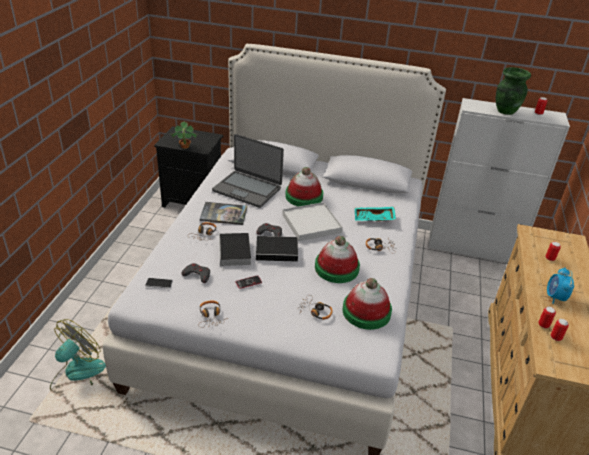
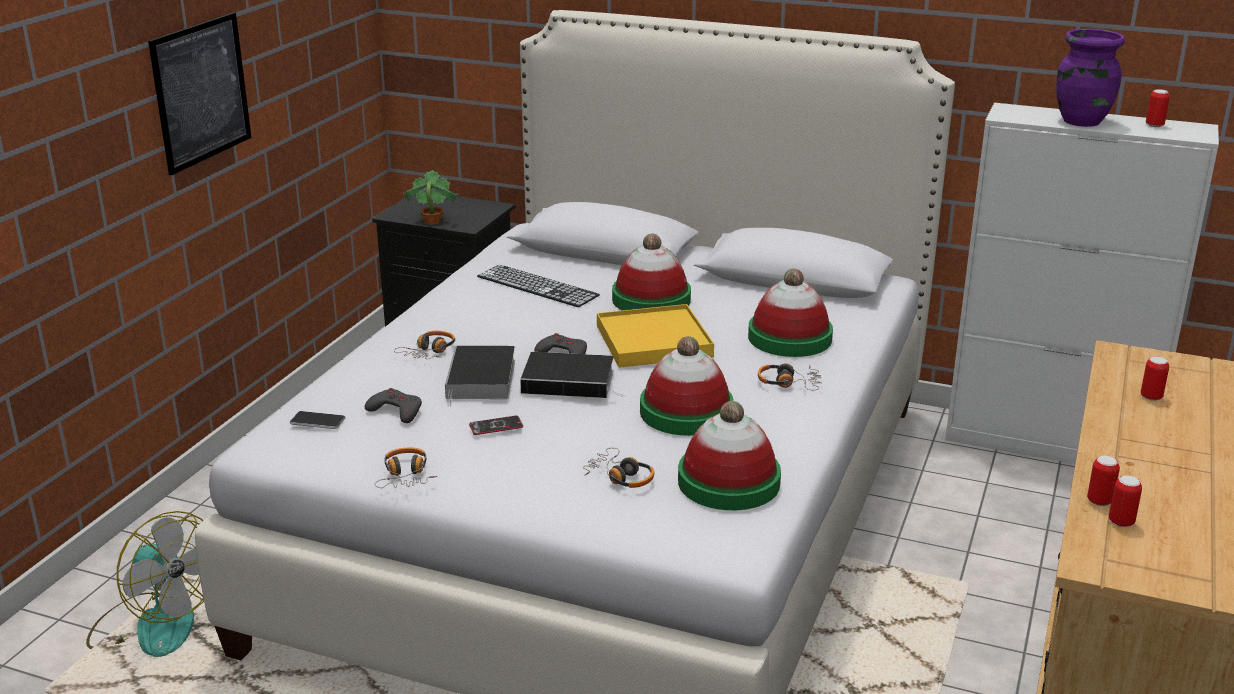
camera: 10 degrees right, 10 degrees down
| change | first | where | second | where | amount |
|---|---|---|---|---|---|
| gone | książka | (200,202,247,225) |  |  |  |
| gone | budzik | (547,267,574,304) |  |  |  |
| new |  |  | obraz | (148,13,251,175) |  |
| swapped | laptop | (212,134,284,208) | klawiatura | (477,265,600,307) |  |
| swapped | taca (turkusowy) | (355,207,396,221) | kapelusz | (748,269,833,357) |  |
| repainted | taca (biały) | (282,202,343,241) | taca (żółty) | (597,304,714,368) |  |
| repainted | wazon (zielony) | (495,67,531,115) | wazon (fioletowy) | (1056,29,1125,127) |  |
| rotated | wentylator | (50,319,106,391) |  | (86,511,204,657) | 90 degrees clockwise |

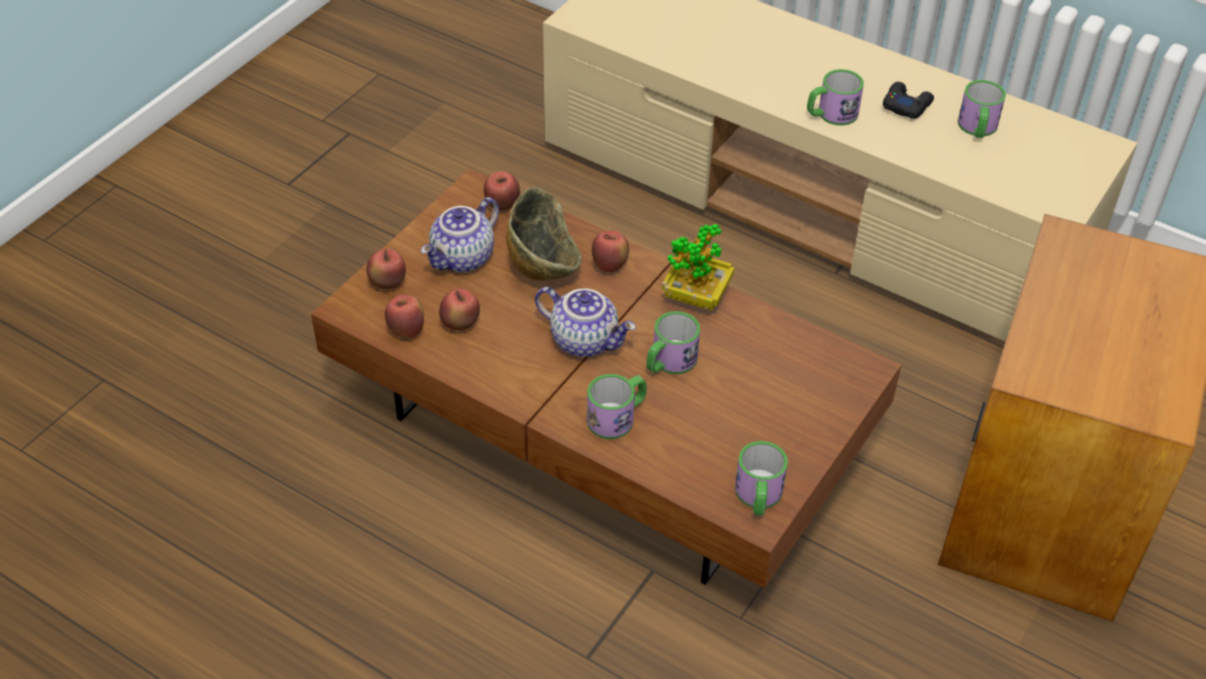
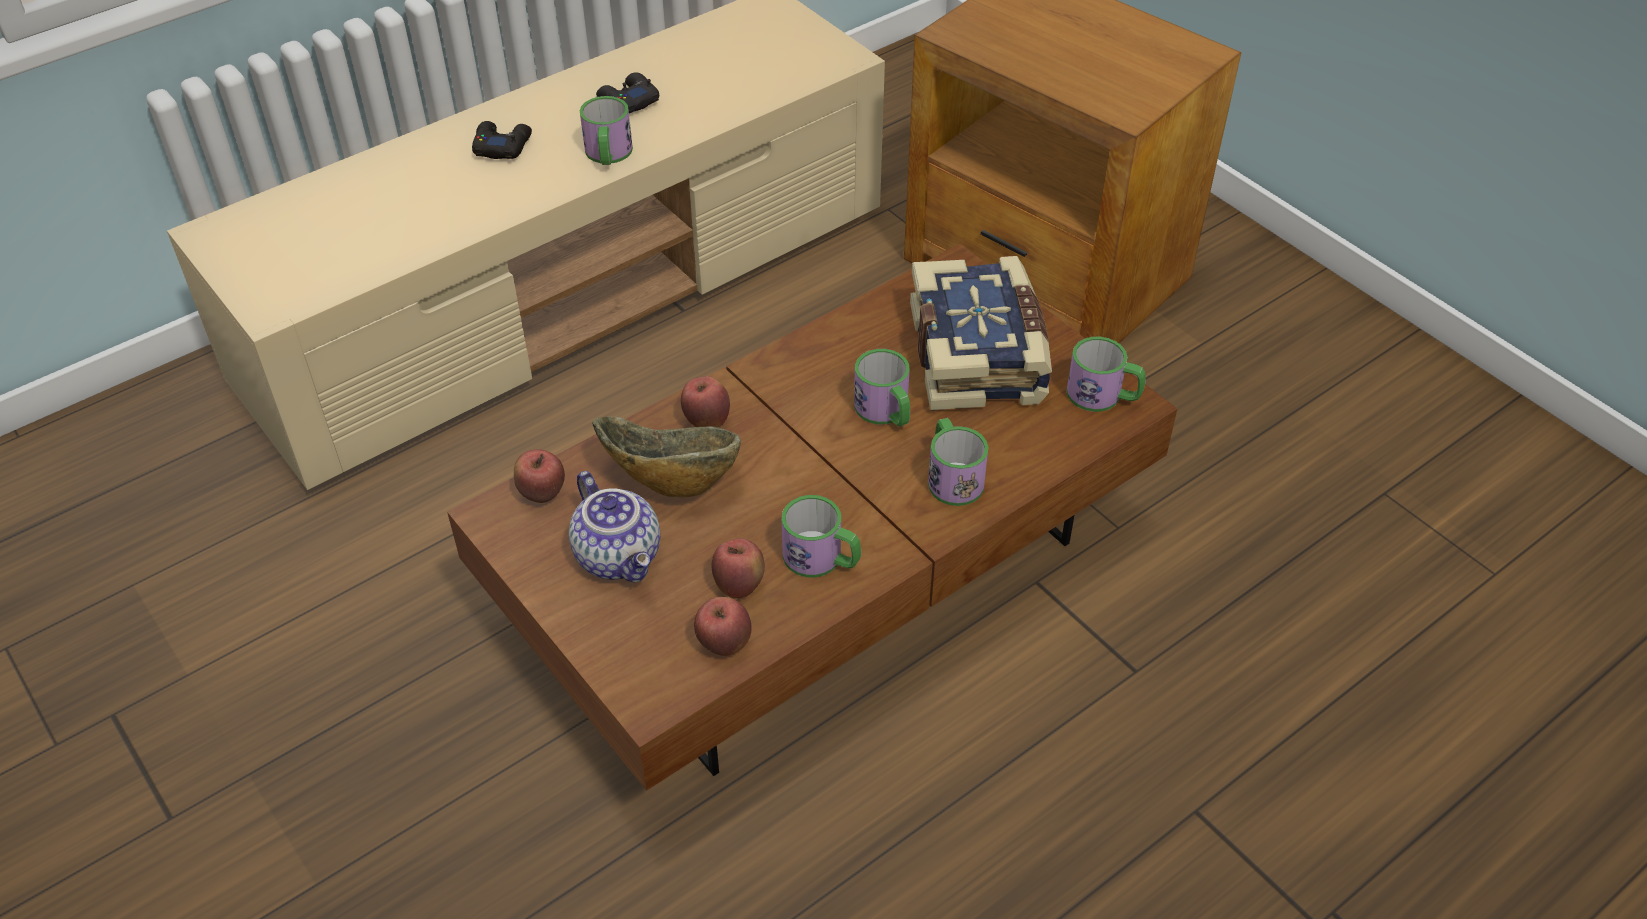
camera: 70 degrees left, 0 degrees up
| change | first | where | second | where | amount |
|---|---|---|---|---|---|
| gone | jabłko | (366,249,406,289) |  |  |  |
| gone | imbryk | (535,287,636,357) |  |  |  |
| gone | roślina doniczkowa | (662,224,734,311) |  |  |  |
| new |  |  | pad do gier (czarny) | (472,121,532,159) |  |
| new |  |  | książka | (910,256,1052,410) |  |
| shifted | kubek | (958,80,1006,138) |  | (782,495,861,578) |  |

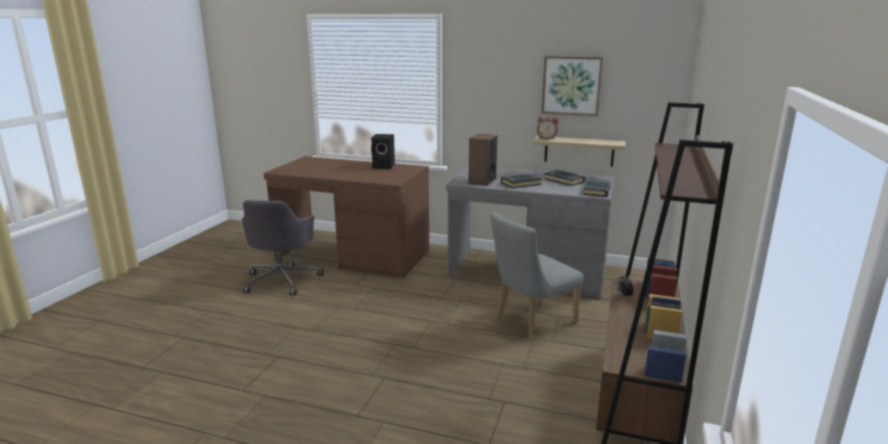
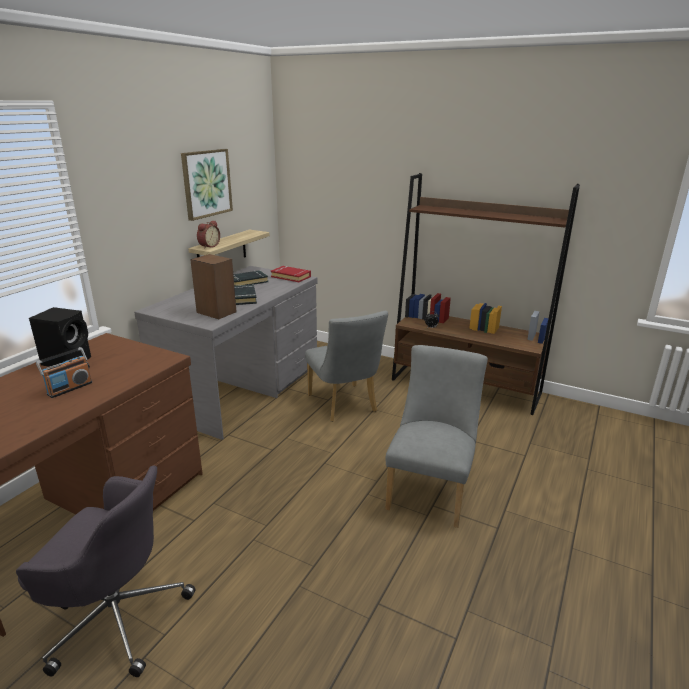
camera: 80 degrees left, 5 degrees up
| change | first | where | second | where | amount |
|---|---|---|---|---|---|
| new |  |  | radio | (36,347,92,398) |  |
| new |  |  | krzesło (szary) | (385,345,488,528) |  |
| repainted | książka (czarny) | (583,179,611,197) | książka (czerwony) | (271,266,311,282) |  |

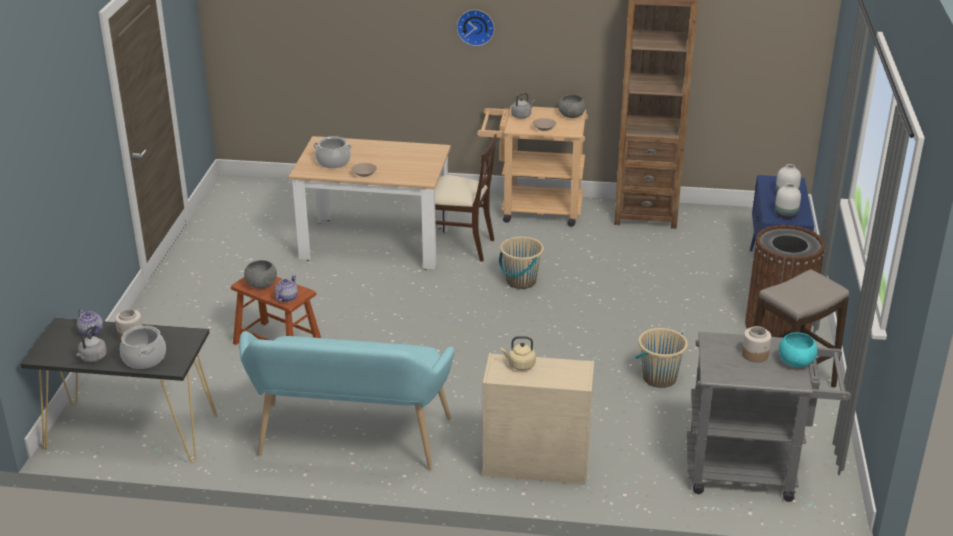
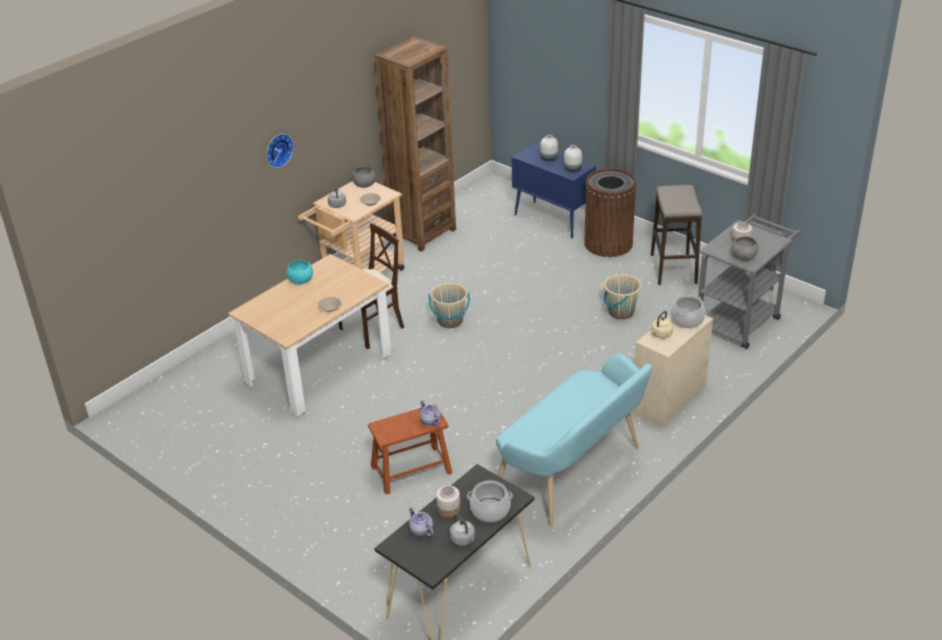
camera: 55 degrees left, 5 degrees up
| change | first | where | second | where | amount |
|---|---|---|---|---|---|
| shifted | miska (szary) | (244,260,277,289) |  | (731,236,759,261) |  |
| shifted | garnek | (313,136,352,168) |  | (671,295,705,328) |  |
| shifted | miska (turkusowy) | (779,332,818,367) |  | (287,260,313,284) |  |
| rotated | imbryk | (77,309,103,337) |  | (408,507,434,537) | 120 degrees counterclockwise |

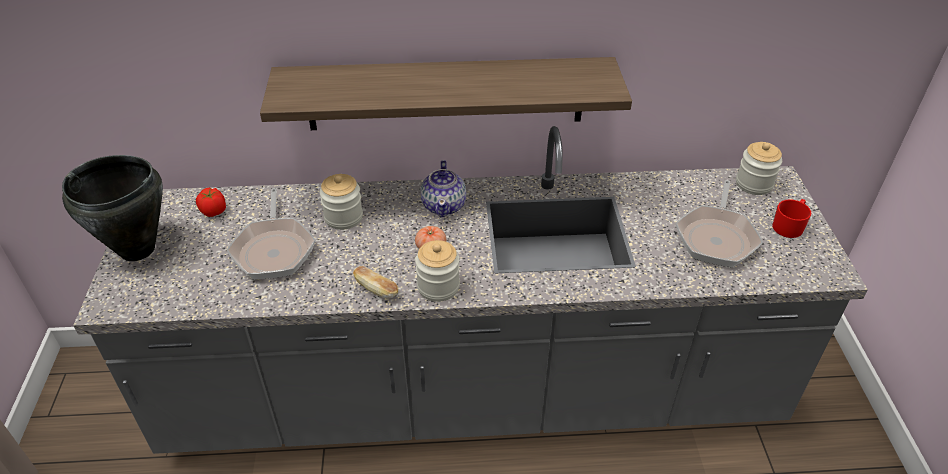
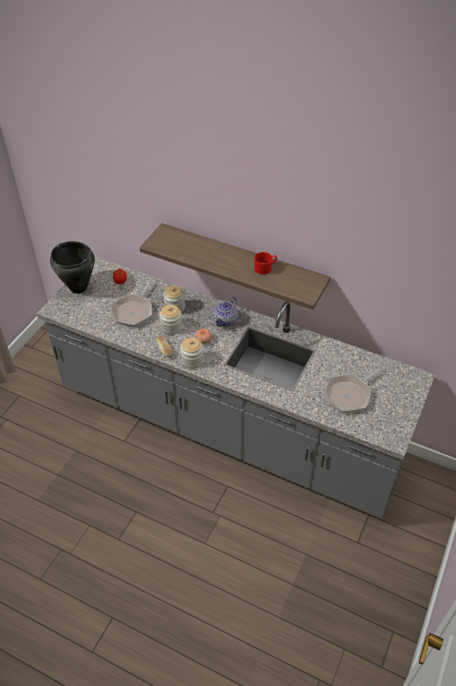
camera: 30 degrees right, 5 degrees up
| change | first | where | second | where | amount |
|---|---|---|---|---|---|
| shifted | słoik | (736,142,782,195) |  | (160,305,182,335) |  |
| shifted | kubek (czerwony) | (772,199,811,238) |  | (254,252,277,275) |  |

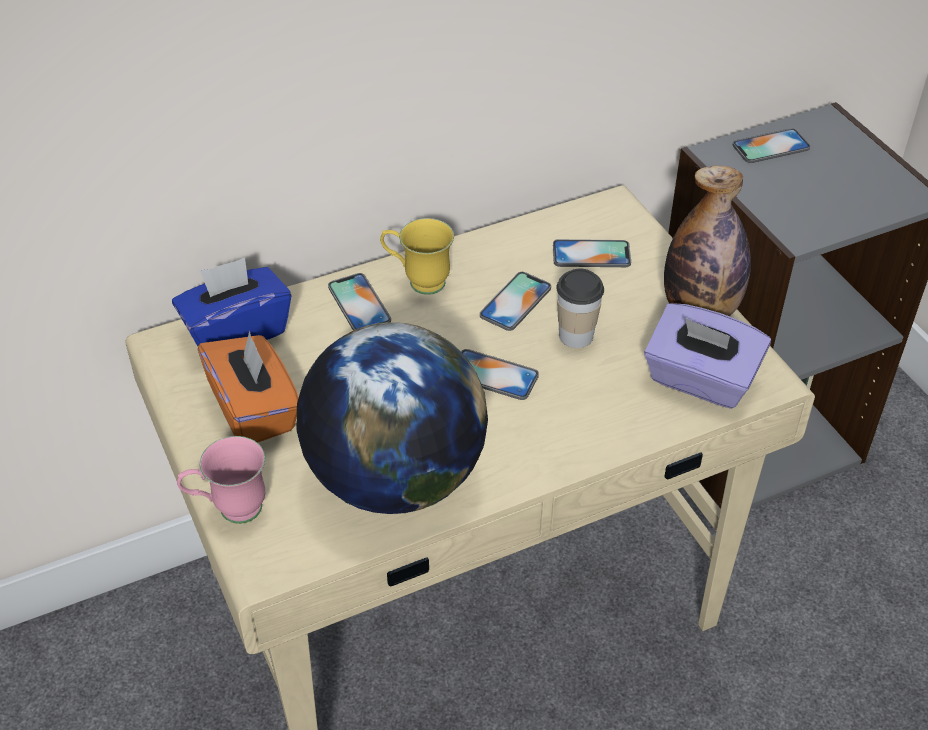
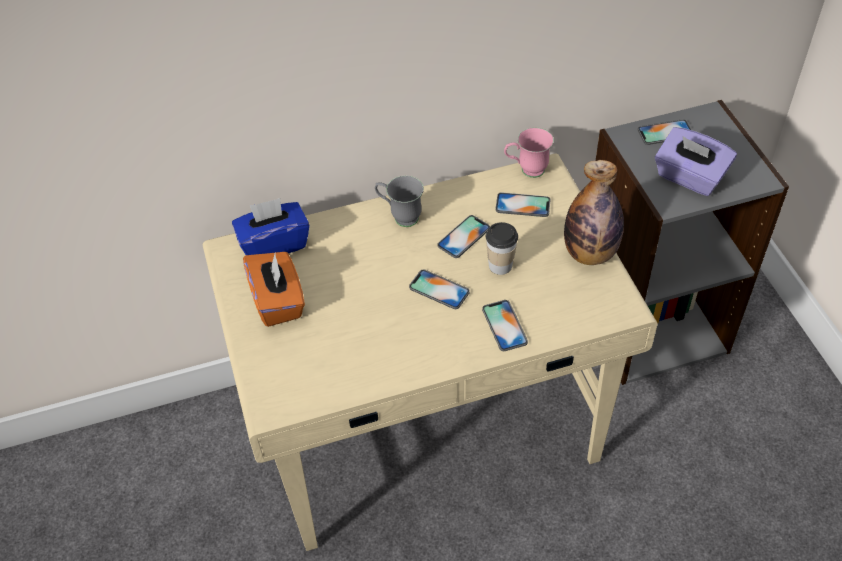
camera: 10 degrees right, 5 degrees up
| change | first | where | second | where | amount |
|---|---|---|---|---|---|
| gone | globus | (297,322,488,514) |  |  |  |
| shifted | kubek (różowy) | (177,436,265,524) |  | (504,128,554,178) |  |
| shifted | telefon | (328,273,391,330) |  | (482,300,528,351) |  |
| shifted | pudełko chusteczek (fioletowy) | (644,303,771,409) |  | (655,127,737,196) |  |
| repainted | kubek (żółty) | (380,218,454,295) | kubek (szary) | (375,176,424,227) |  |

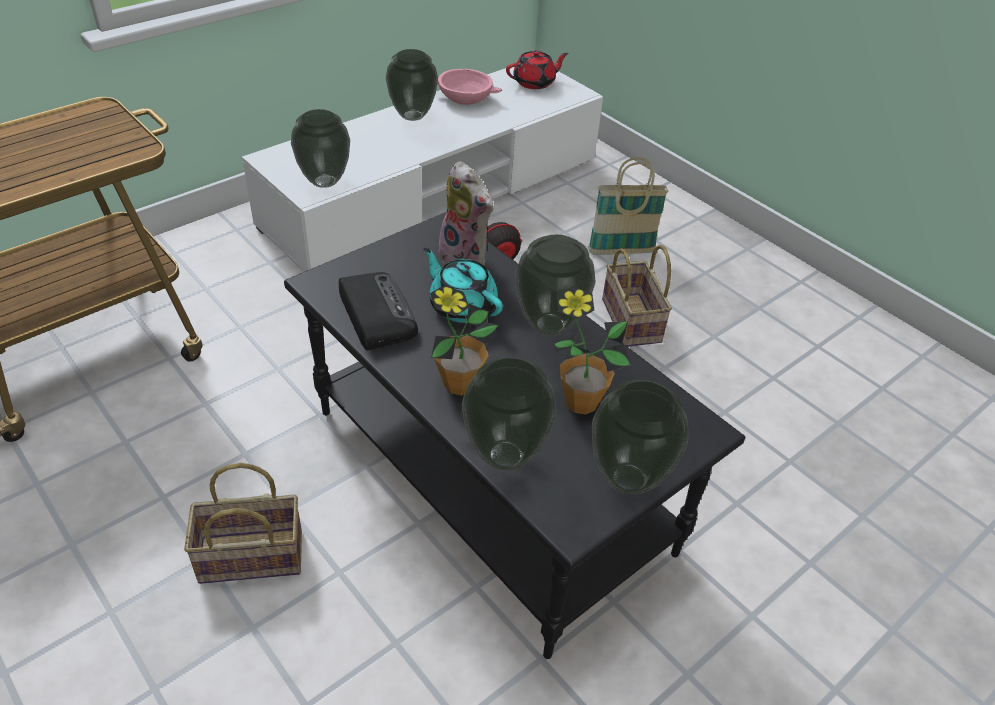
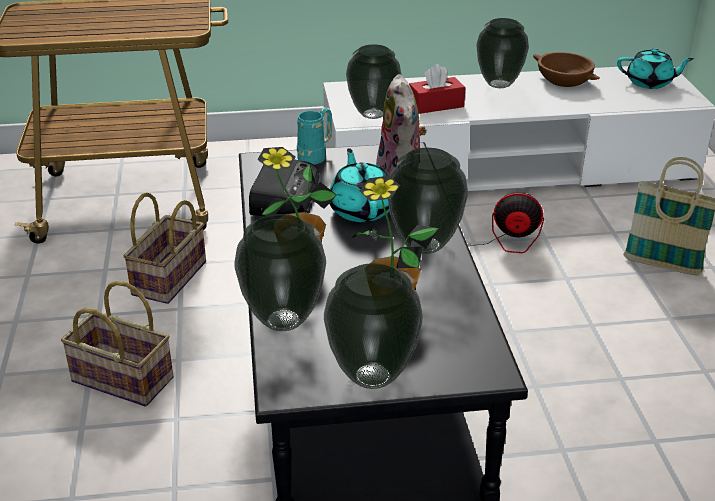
camera: 35 degrees right, 10 degrees down
| change | first | where | second | where | amount |
|---|---|---|---|---|---|
| new |  |  | kubek (turkusowy) | (297,107,332,165) |  |
| new |  |  | pudełko chusteczek (czerwony) | (409,64,466,114) |  |
| shifted | koszyk | (602,245,672,347) |  | (123,193,206,304) |  |
| repainted | miska (różowy) | (437,69,502,105) | miska (brązowy) | (533,52,600,87) |  |
| repainted | imbryk (czerwony) | (506,50,569,89) | imbryk (turkusowy) | (617,48,694,89) |  |

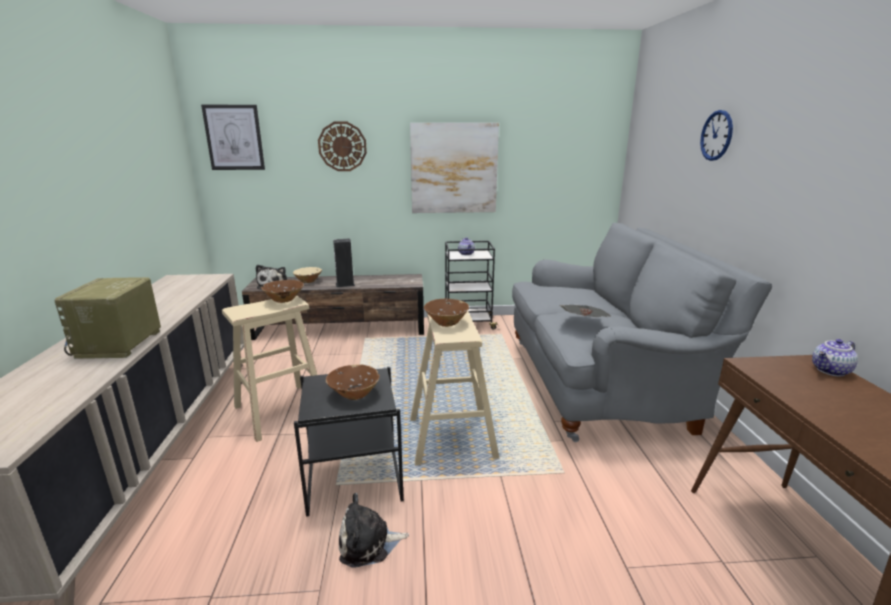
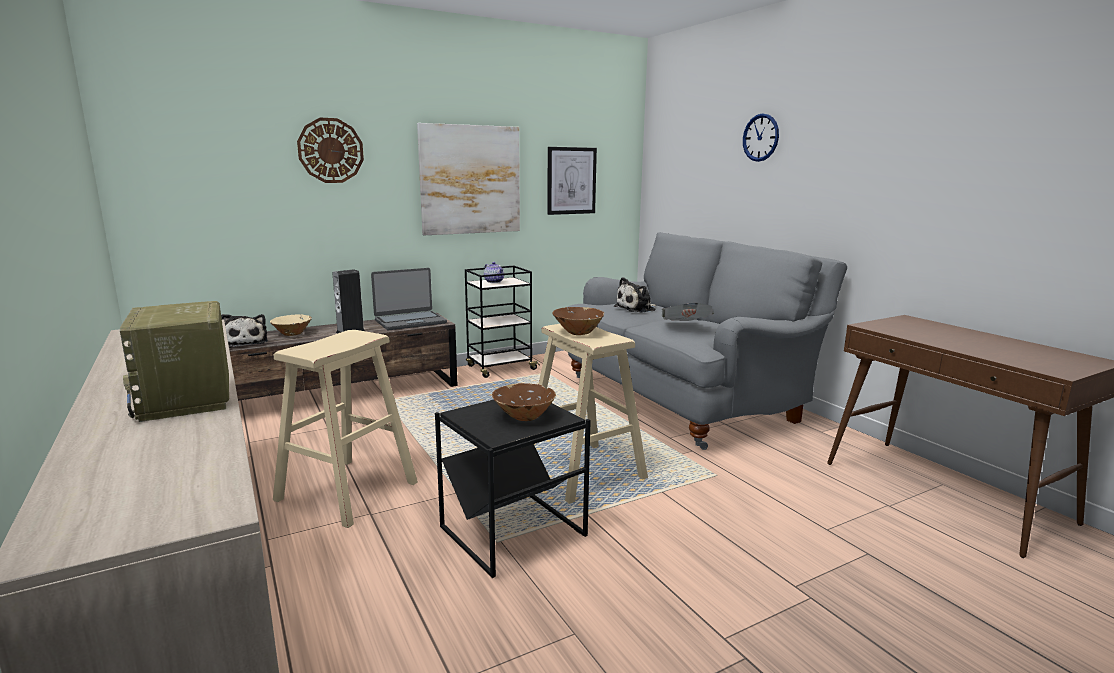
camera: 25 degrees left, 5 degrees down
| change | first | where | second | where | amount |
|---|---|---|---|---|---|
| gone | miska (brązowy) | (261,280,304,303) |  |  |  |
| gone | imbryk | (812,339,858,377) |  |  |  |
| new |  |  | laptop | (371,268,447,330) |  |
| shifted | obraz | (201,105,265,170) |  | (547,147,597,215) |  |
| shifted | pluszak | (339,493,409,567) |  | (614,277,656,313) |  |

